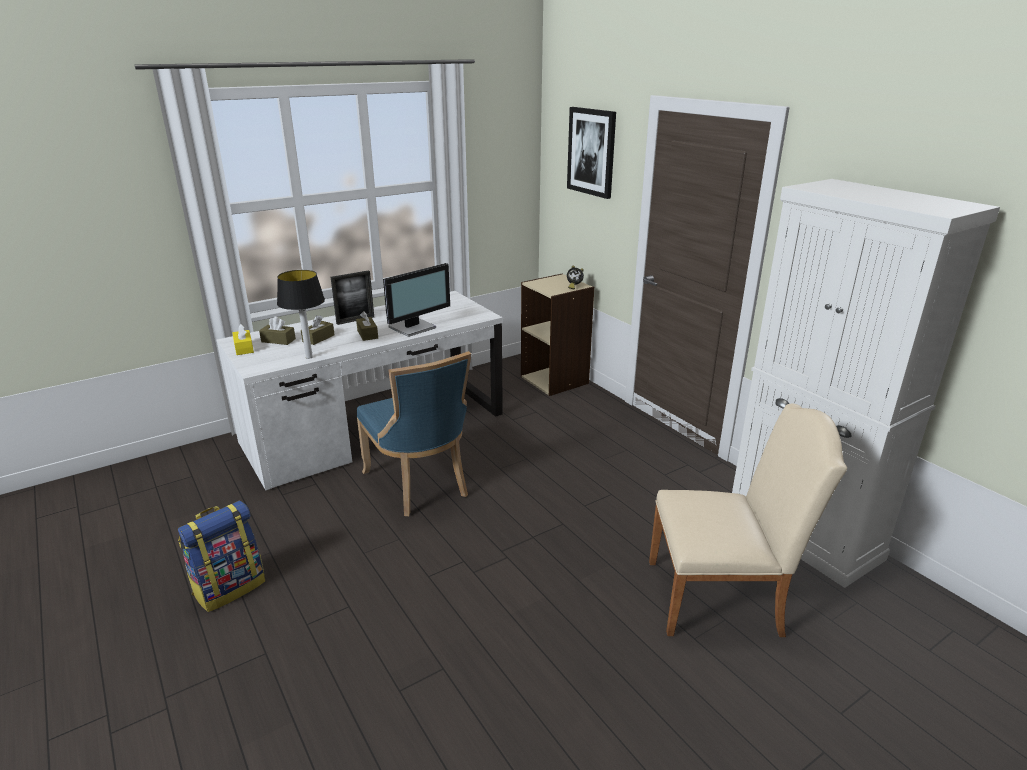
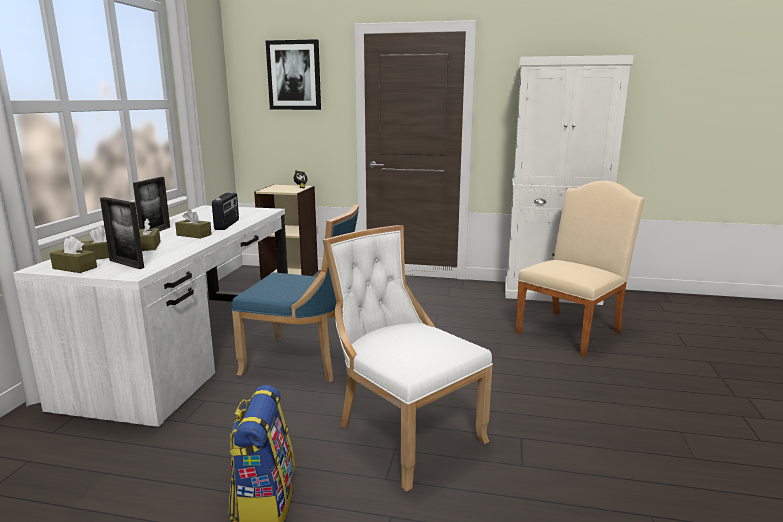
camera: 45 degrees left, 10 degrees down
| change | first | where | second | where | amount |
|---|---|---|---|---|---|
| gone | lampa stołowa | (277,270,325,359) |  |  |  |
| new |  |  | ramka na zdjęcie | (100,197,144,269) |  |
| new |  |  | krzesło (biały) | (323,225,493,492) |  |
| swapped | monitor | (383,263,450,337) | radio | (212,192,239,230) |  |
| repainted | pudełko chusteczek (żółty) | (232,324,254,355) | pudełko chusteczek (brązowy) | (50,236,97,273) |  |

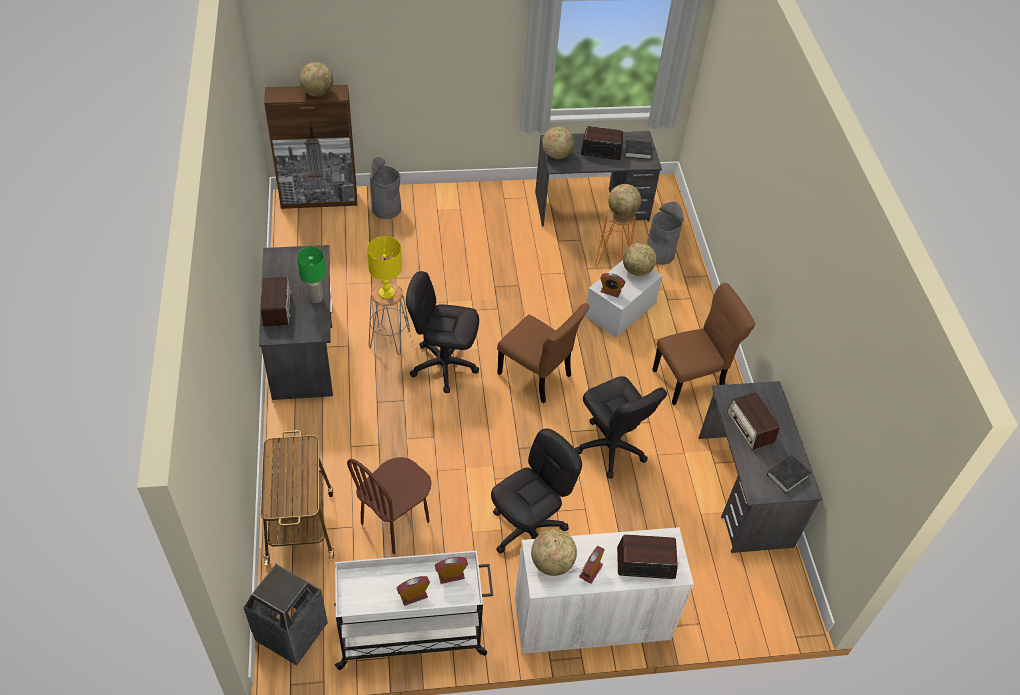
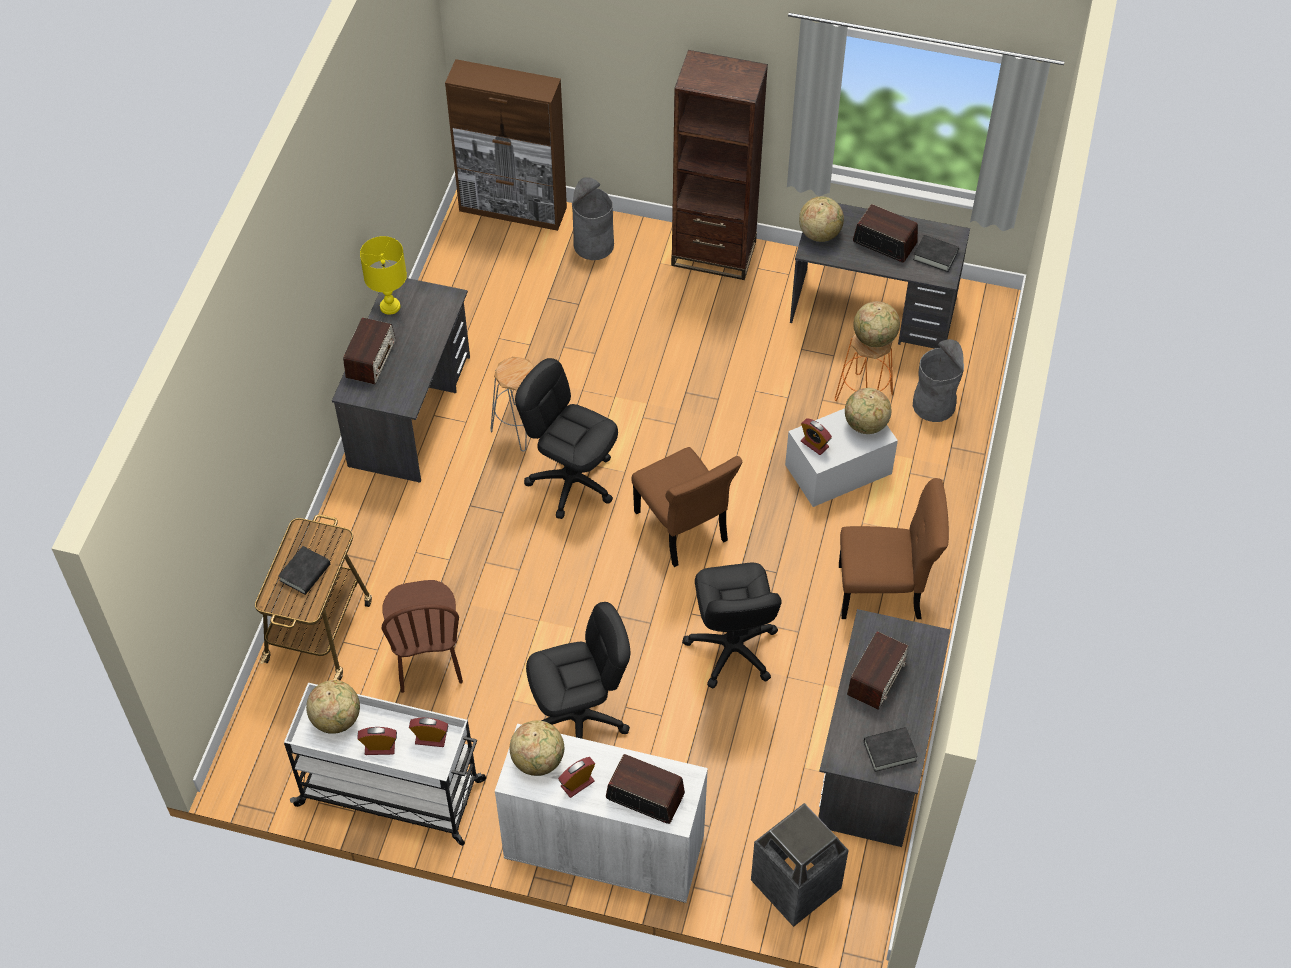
camera: 25 degrees right, 5 degrees up
| change | first | where | second | where | amount |
|---|---|---|---|---|---|
| gone | lampa stołowa (zielony) | (297,247,326,303) |  |  |  |
| new |  |  | książka (czarny) | (278,546,330,595) |  |
| new |  |  | regał (brązowy) | (671,50,768,280) |  |
| shifted | kosz na śmieci | (243,564,328,665) |  | (751,804,849,927) |  |
| shifted | globus | (299,62,333,97) |  | (306,680,360,734) |  |
| shifted | lampa stołowa (żółty) | (367,236,402,299) |  | (360,236,407,315) |  |
| rotated | krzesło (brązowy) | (347,457,432,554) |  | (382,580,463,693) | 75 degrees counterclockwise |
| rotated | radio | (727,392,780,450) |  | (847,631,908,710) | 150 degrees counterclockwise |

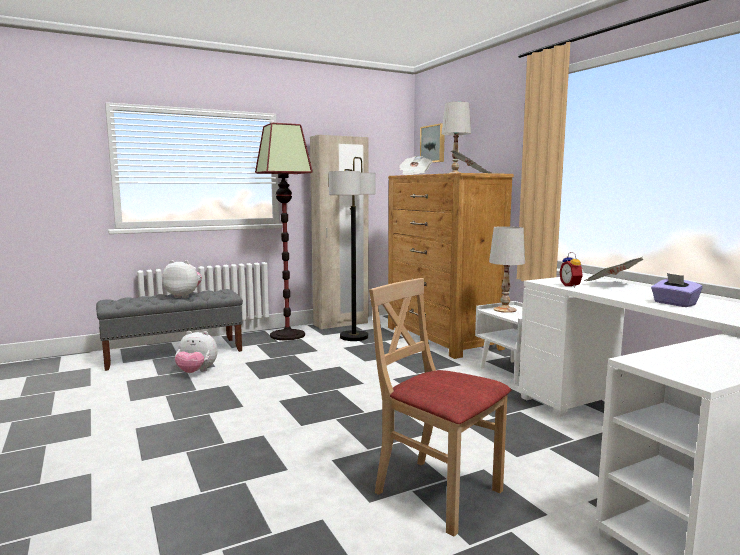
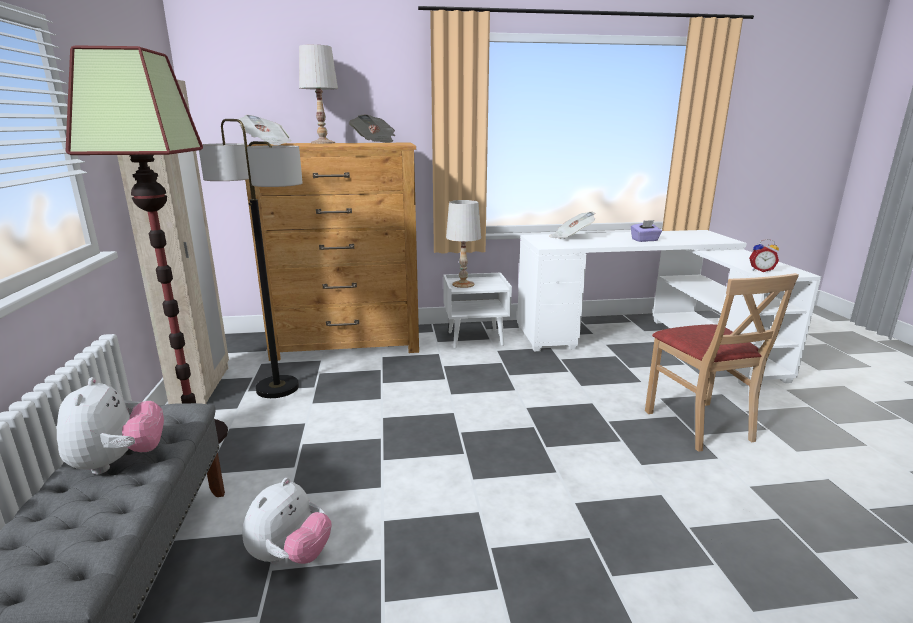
camera: 70 degrees left, 10 degrees up
| change | first | where | second | where | amount |
|---|---|---|---|---|---|
| gone | obraz | (420,123,445,163) |  |  |  |
| shifted | budzik | (559,252,584,288) |  | (749,239,779,272) |  |
| rotated | pluszak | (162,260,202,298) |  | (57,377,164,474) | 135 degrees clockwise |
| rotated | krzesło (beżowy) | (369,278,511,537) |  | (645,273,799,452) | 75 degrees counterclockwise |

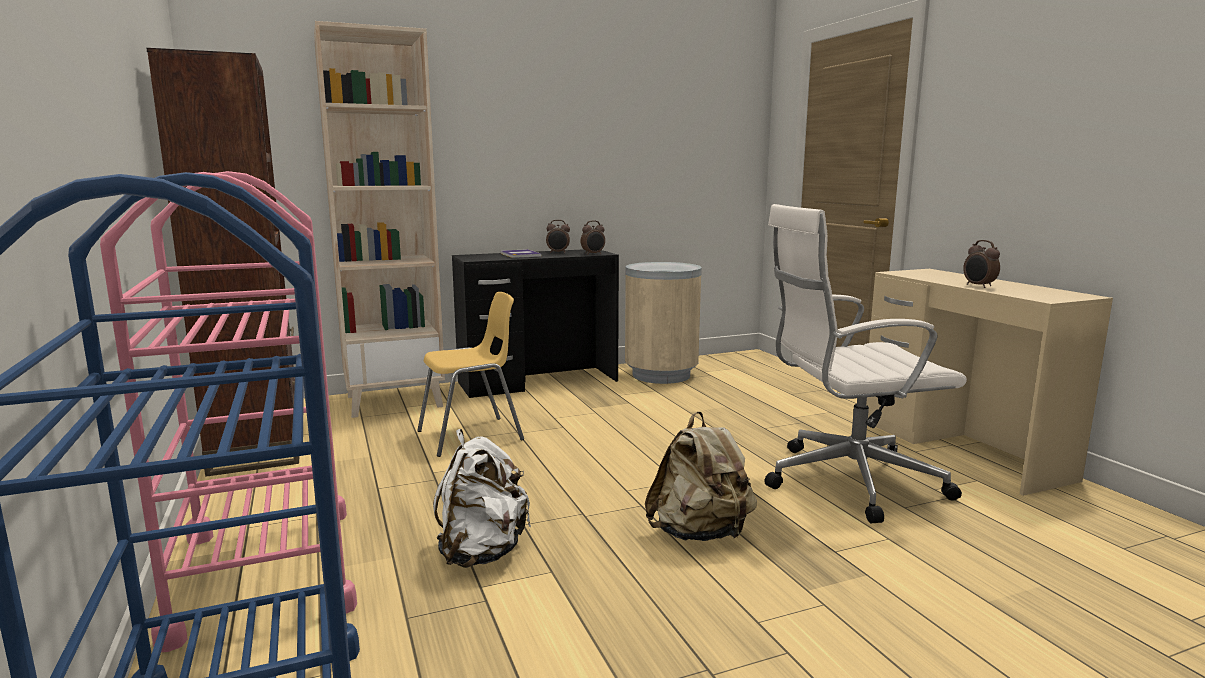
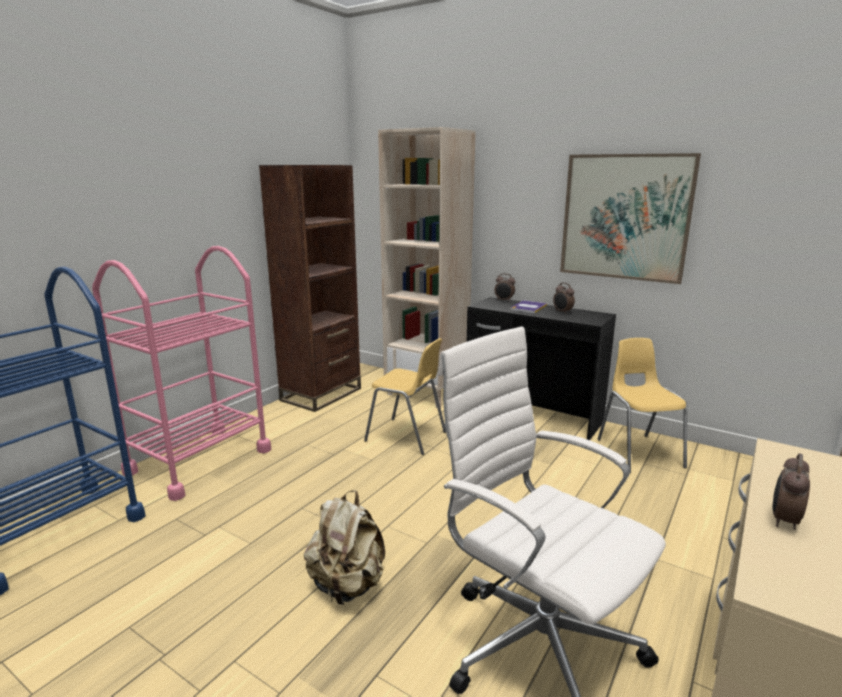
camera: 55 degrees right, 5 degrees up
| change | first | where | second | where | amount |
|---|---|---|---|---|---|
| gone | plecak (biały) | (433,429,531,568) |  |  |  |
| new |  |  | obraz | (560,153,701,284) |  |
| shifted | budzik | (580,221,605,255) |  | (494,273,515,302) |  |
| swapped | kosz na śmieci (beżowy) | (625,262,702,384) | krzesło (żółty) | (598,338,687,473) |  |

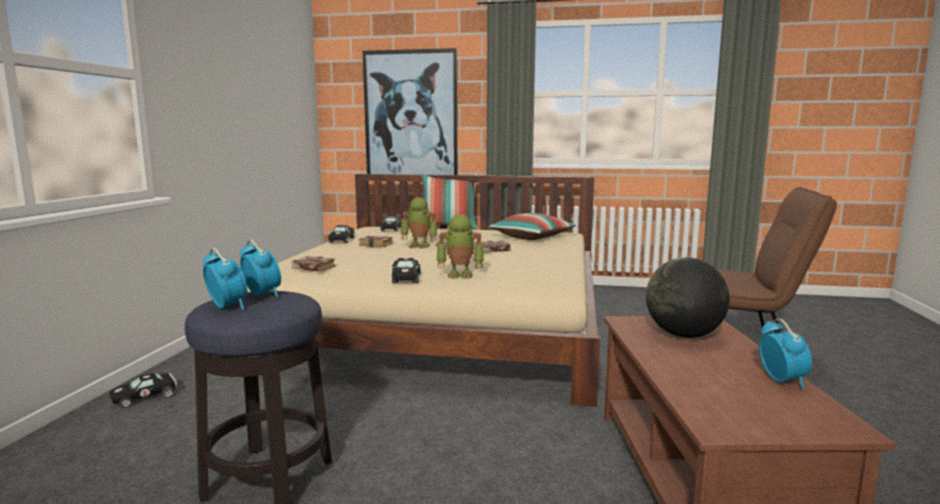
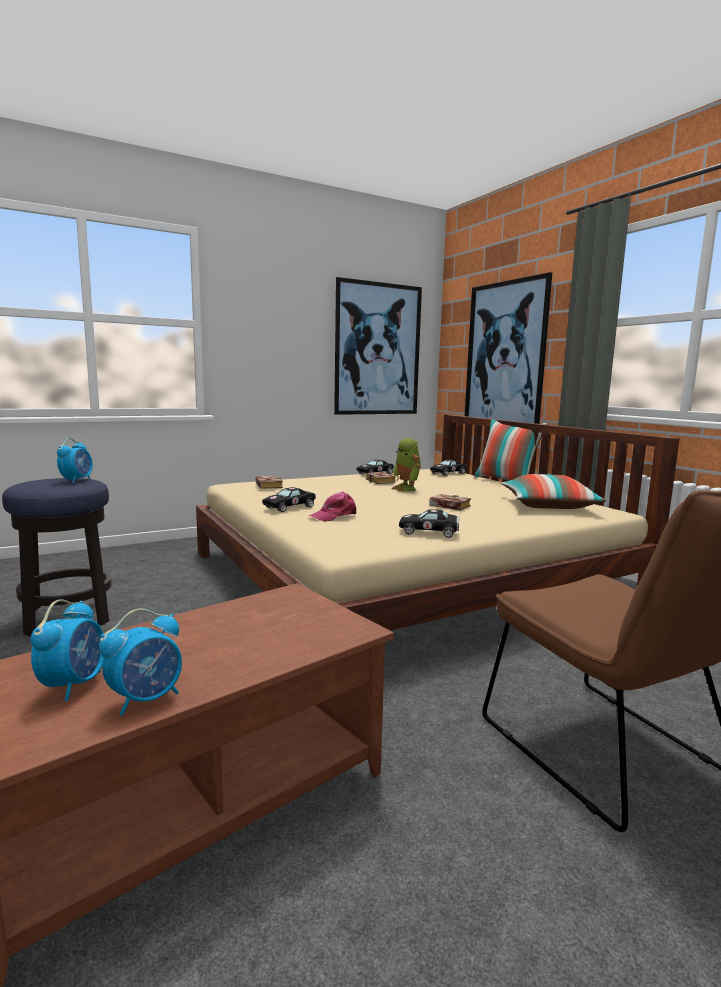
camera: 50 degrees right, 0 degrees up
| change | first | where | second | where | amount |
|---|---|---|---|---|---|
| gone | globus | (646,257,730,338) |  |  |  |
| new |  |  | obraz | (334,277,422,415) |  |
| shifted | samochodzik (czarny) | (109,373,177,408) |  | (399,509,459,538) |  |
| shifted | budzik | (203,248,248,310) |  | (31,599,104,701) |  |
| swapped | robot zabawkowy | (436,215,484,279) | czapka z daszkiem (różowy) | (309,492,356,522) |  |

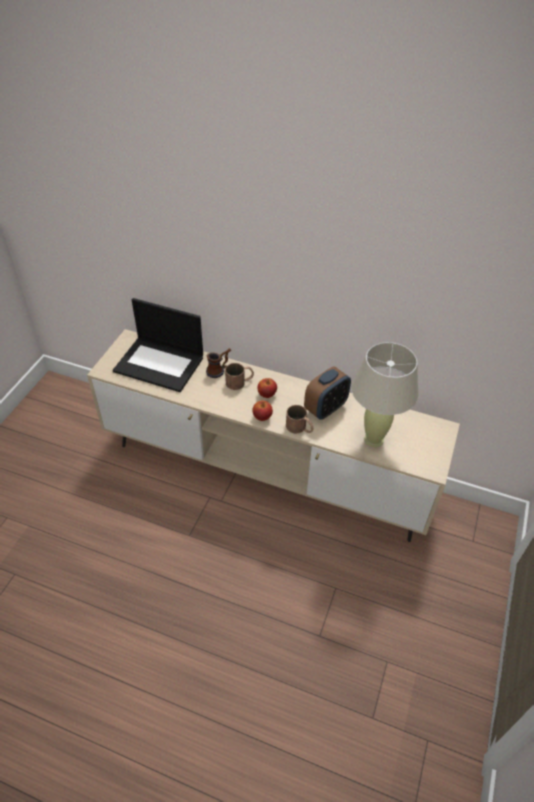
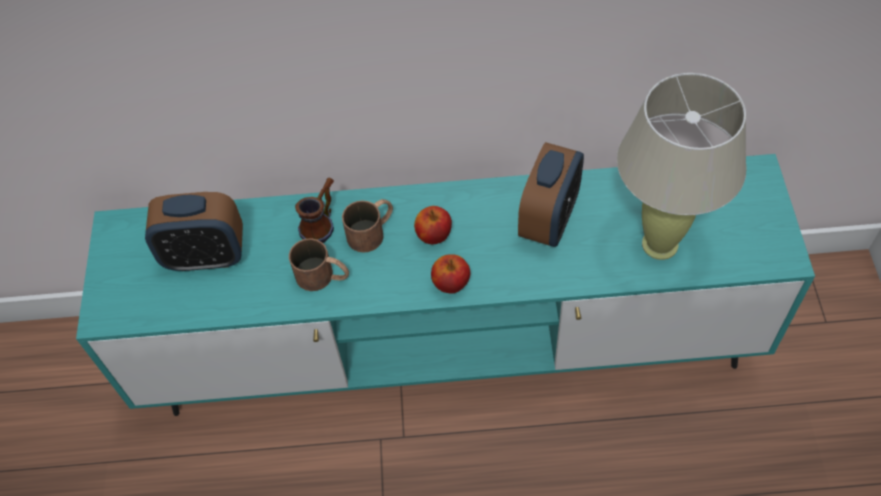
camera: 20 degrees left, 10 degrees up
| change | first | where | second | where | amount |
|---|---|---|---|---|---|
| shifted | kubek (brązowy) | (286,405,313,433) |  | (289,238,349,291) |  |
| swapped | laptop | (113,298,203,392) | budzik | (145,192,243,271) |  |
| repainted | szafka pod telewizor (beżowy) | (87,329,460,542) | szafka pod telewizor (turkusowy) | (76,154,815,416) |  |

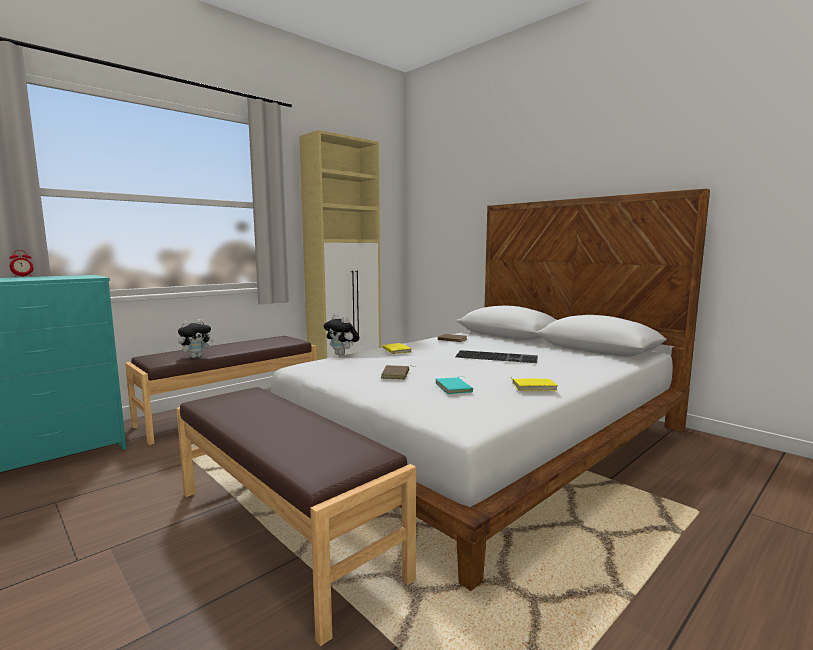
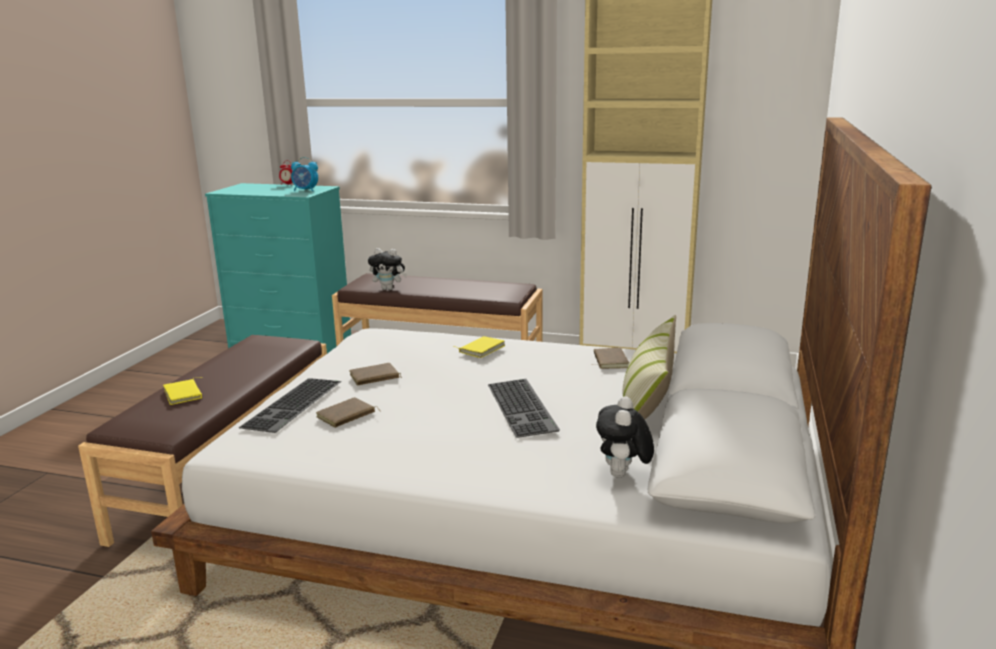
camera: 60 degrees right, 10 degrees up
| change | first | where | second | where | amount |
|---|---|---|---|---|---|
| new |  |  | klawiatura | (239,378,342,433) |  |
| new |  |  | budzik | (291,157,318,191) |  |
| new |  |  | poduszka | (623,315,676,420) |  |
| shifted | pluszak | (324,314,359,356) |  | (596,396,654,478) |  |
| shifted | książka (żółty) | (511,377,558,391) |  | (163,377,202,405) |  |
| repainted | książka (turkusowy) | (436,376,473,394) | książka (brązowy) | (316,397,381,428) |  |

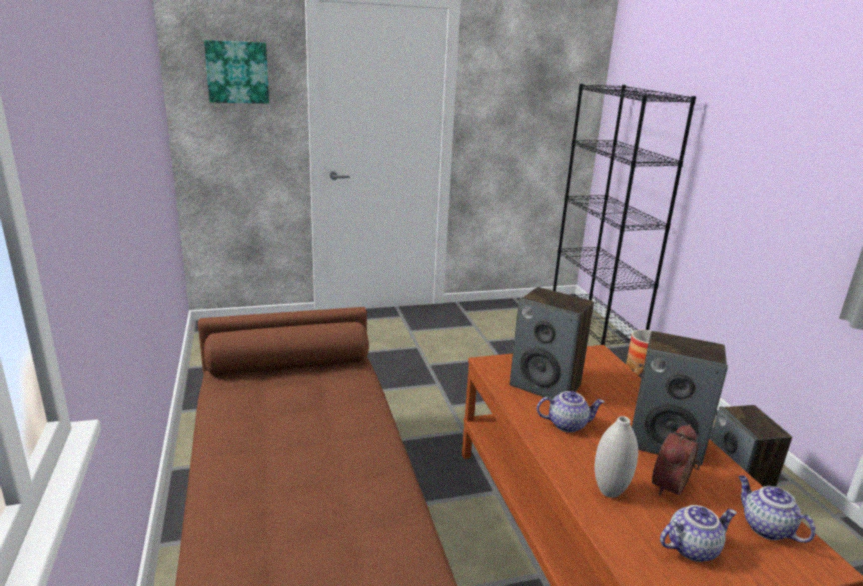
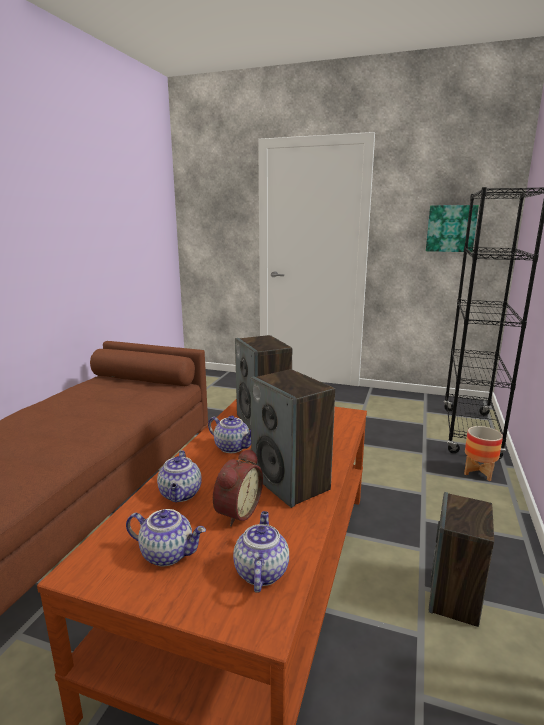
camera: 35 degrees right, 5 degrees down
| change | first | where | second | where | amount |
|---|---|---|---|---|---|
| shifted | obraz | (204,40,269,104) |  | (426,205,479,252) |  |
| swapped | wazon (biały) | (595,416,638,498) | imbryk | (157,450,202,502) |  |
| rotated | budzik | (652,424,701,496) |  | (213,448,263,527) | 135 degrees clockwise |

